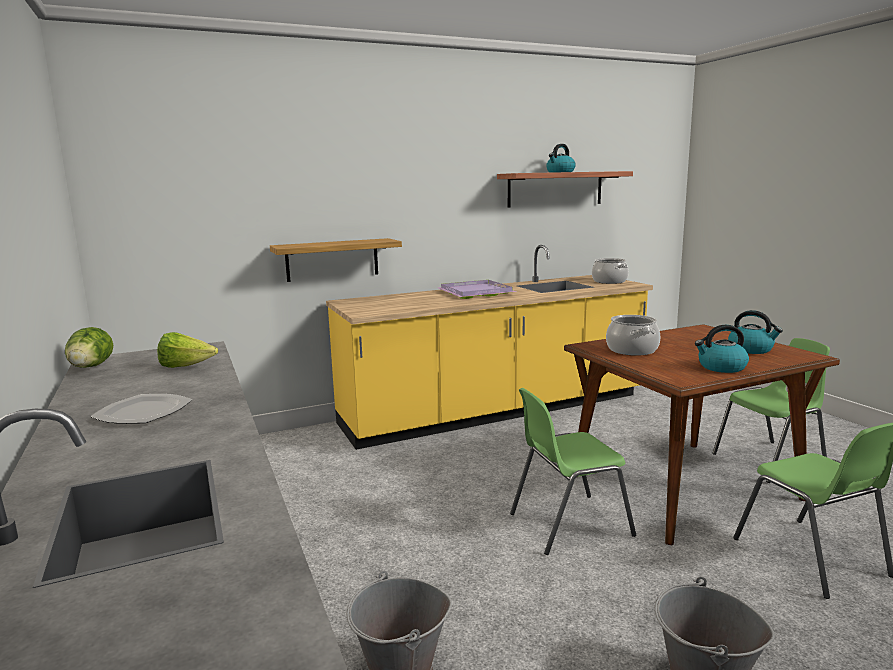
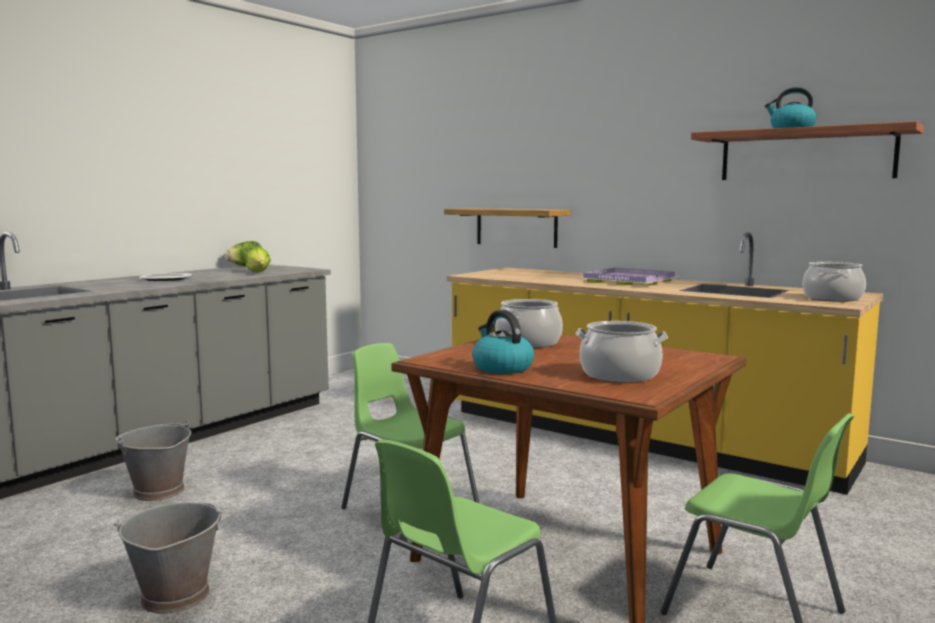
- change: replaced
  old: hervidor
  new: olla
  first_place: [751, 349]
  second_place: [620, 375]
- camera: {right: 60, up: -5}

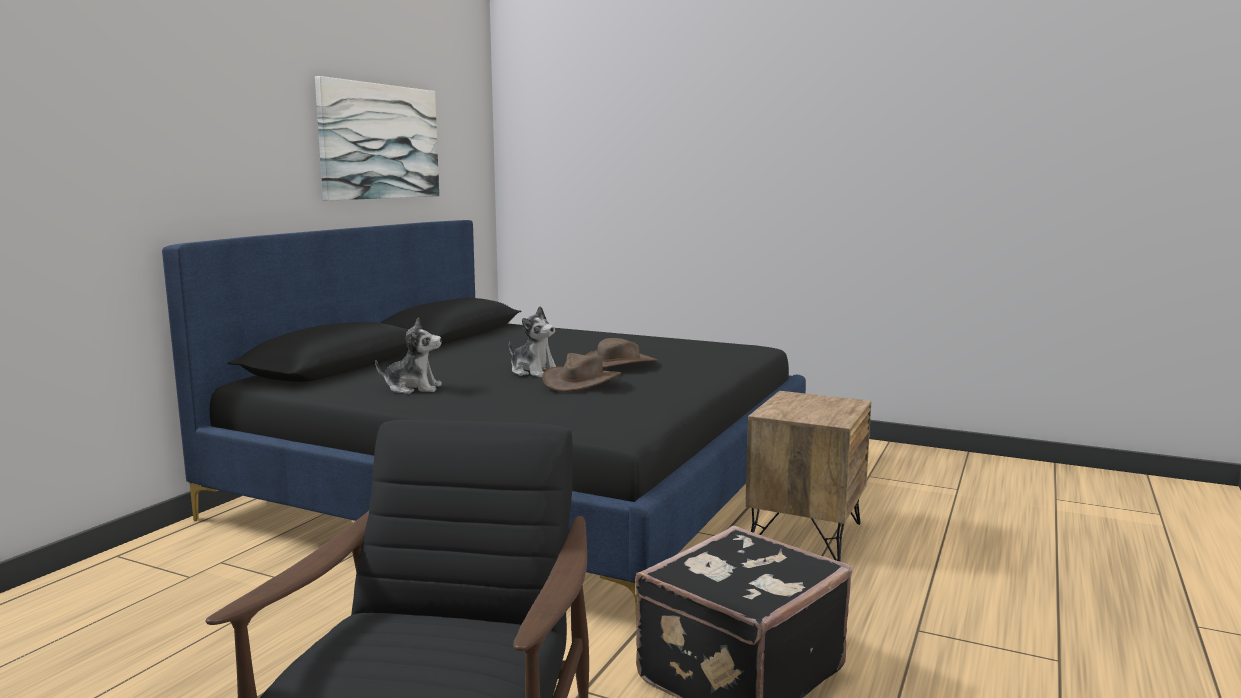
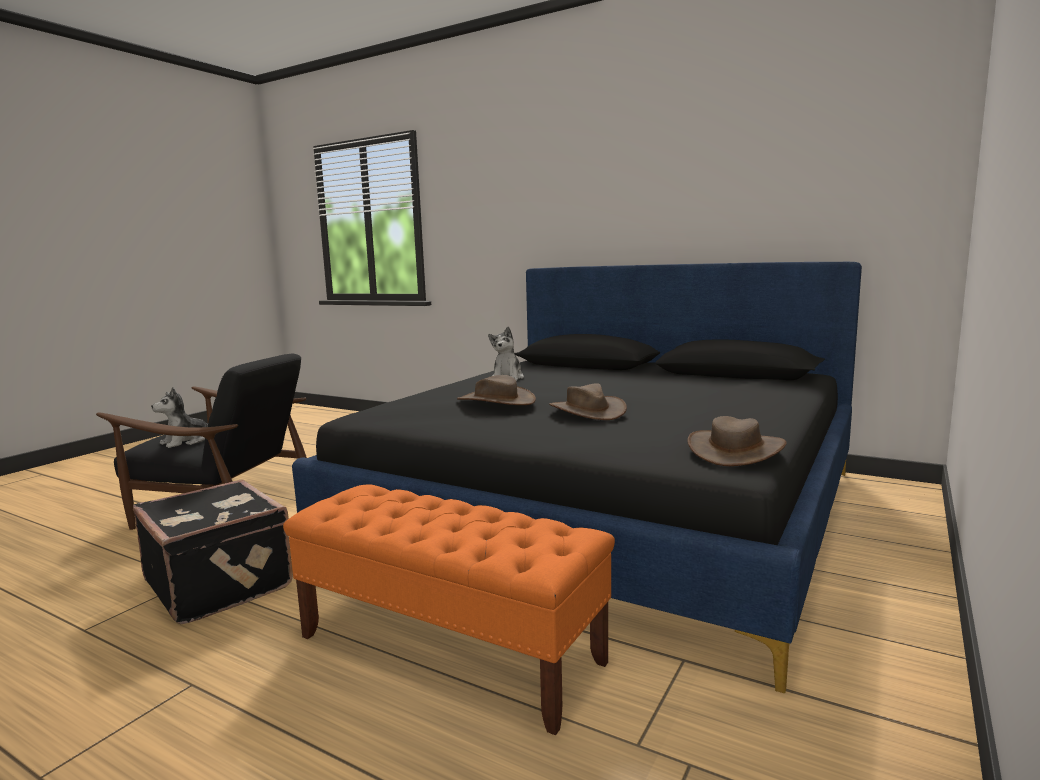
- change: moved
  old: peluche
  first_place: [534, 372]
  second_place: [185, 441]
- change: replaced
  old: mesita de noche [marrón]
  new: banco [naranja]
  first_place: [804, 534]
  second_place: [449, 649]
- change: added
  new: sombrero [marrón]
  second_place: [736, 450]
- change: removed
  old: cuadro
  first_place: [380, 141]
- camera: {right: 95, up: 0}

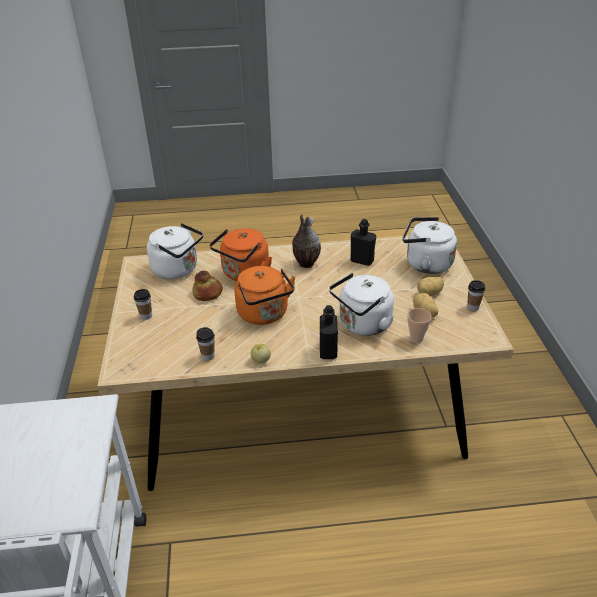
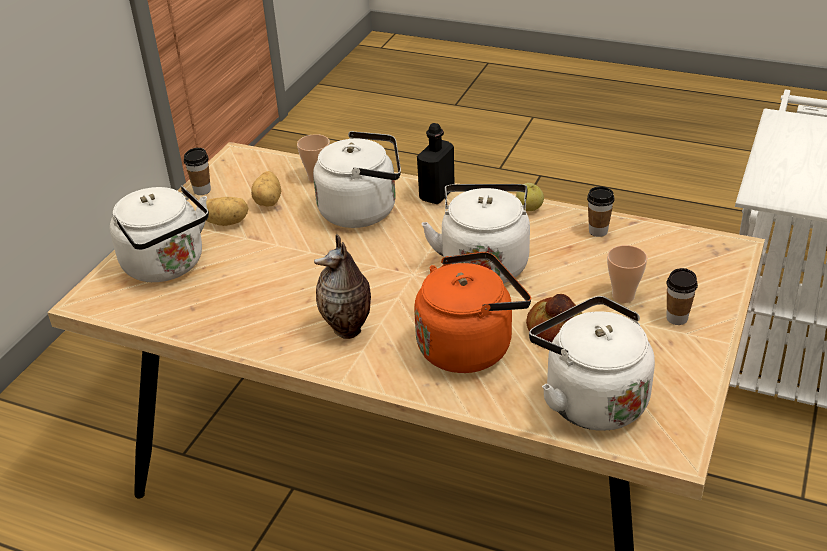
- change: recoloured
  old: hervidor [naranja]
  new: hervidor [blanco]
  first_place: [264, 315]
  second_place: [484, 263]
- change: added
  new: taza
  second_place: [623, 296]
- change: removed
  old: botella [negro]
  first_place: [362, 261]
- camera: {right: -150, up: 0}

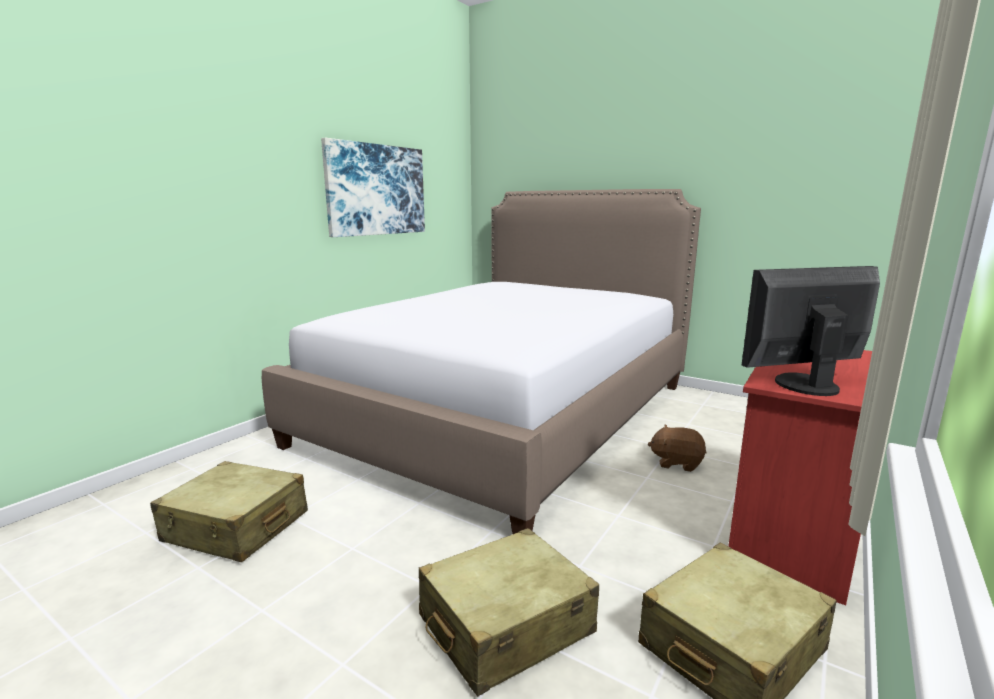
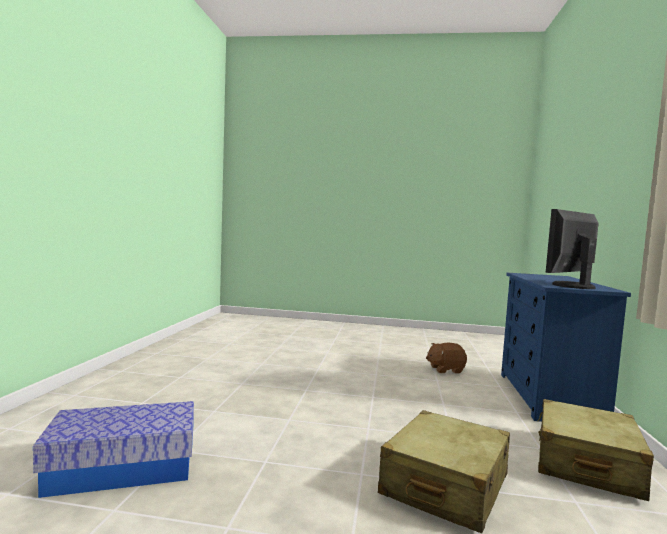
- change: replaced
  old: maleta [beis]
  new: caja de almacenaje
  first_place: [236, 527]
  second_place: [123, 468]
- change: recoloured
  old: cómoda [rojo]
  new: cómoda [azul]
  first_place: [792, 533]
  second_place: [548, 398]
- change: removed
  old: cama
  first_place: [506, 413]
- change: removed
  old: cuadro
  first_place: [376, 190]
- camera: {right: -25, up: -10}

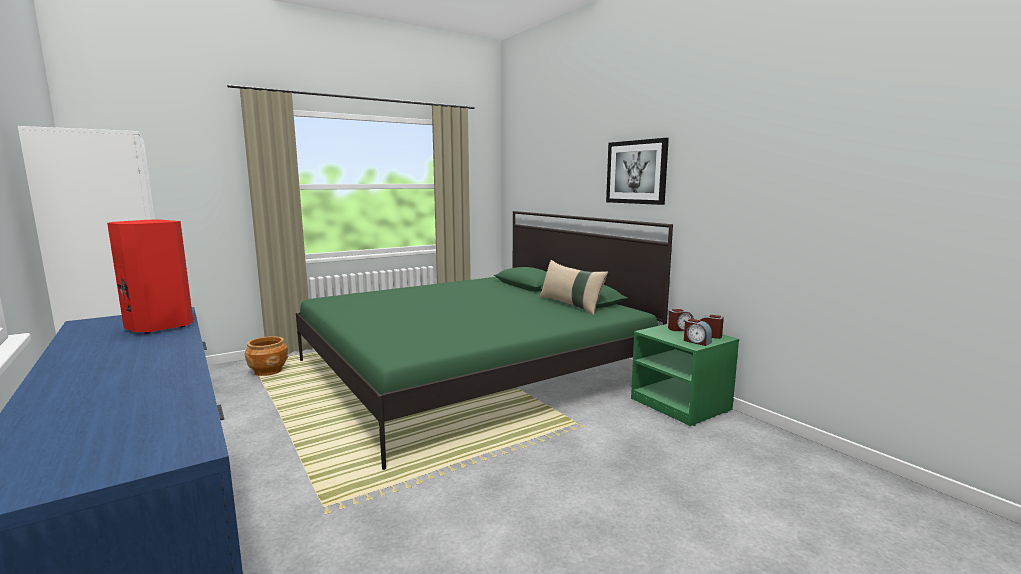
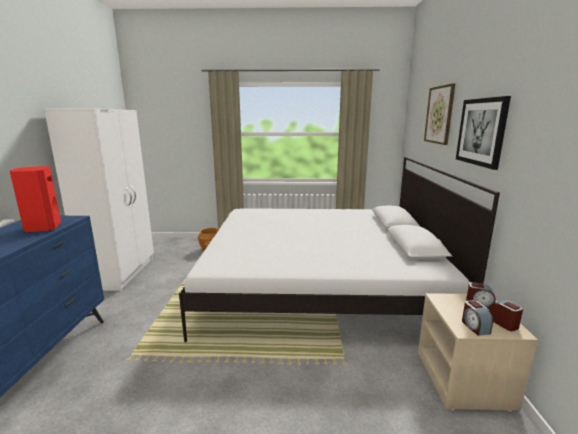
- change: recoloured
  old: cama [verde]
  new: cama [blanco]
  first_place: [471, 371]
  second_place: [319, 282]
- change: recoloured
  old: mesita de noche [verde]
  new: mesita de noche [beis]
  first_place: [681, 405]
  second_place: [464, 380]
- change: added
  new: cuadro
  second_place: [439, 115]
- change: removed
  old: cojín [beis]
  first_place: [571, 305]
- camera: {right: 35, up: 5}

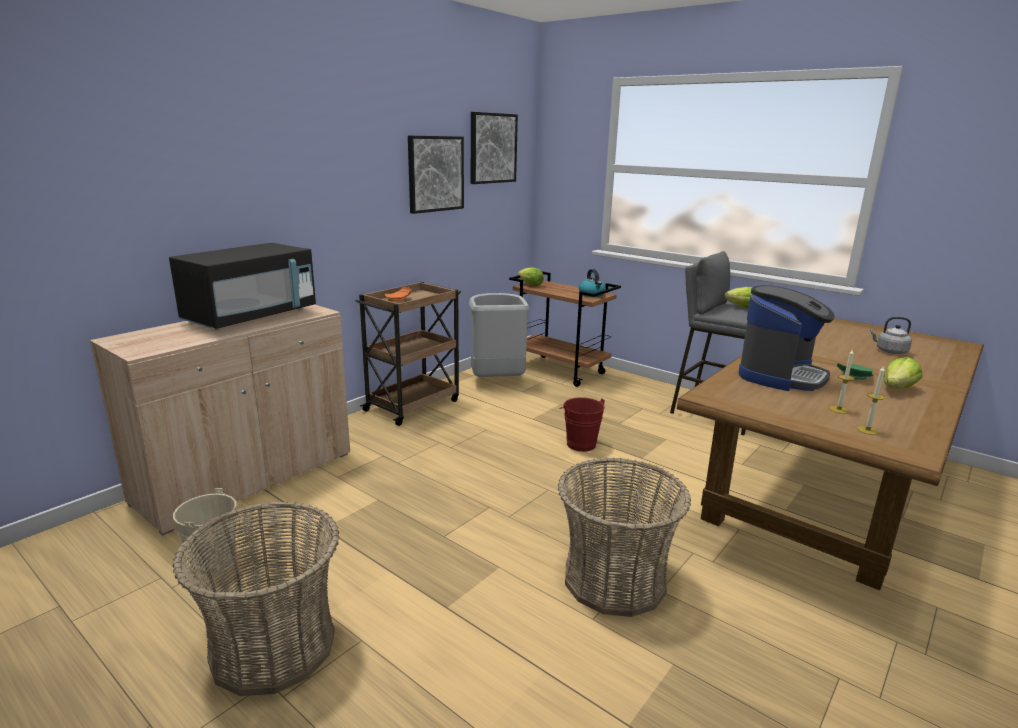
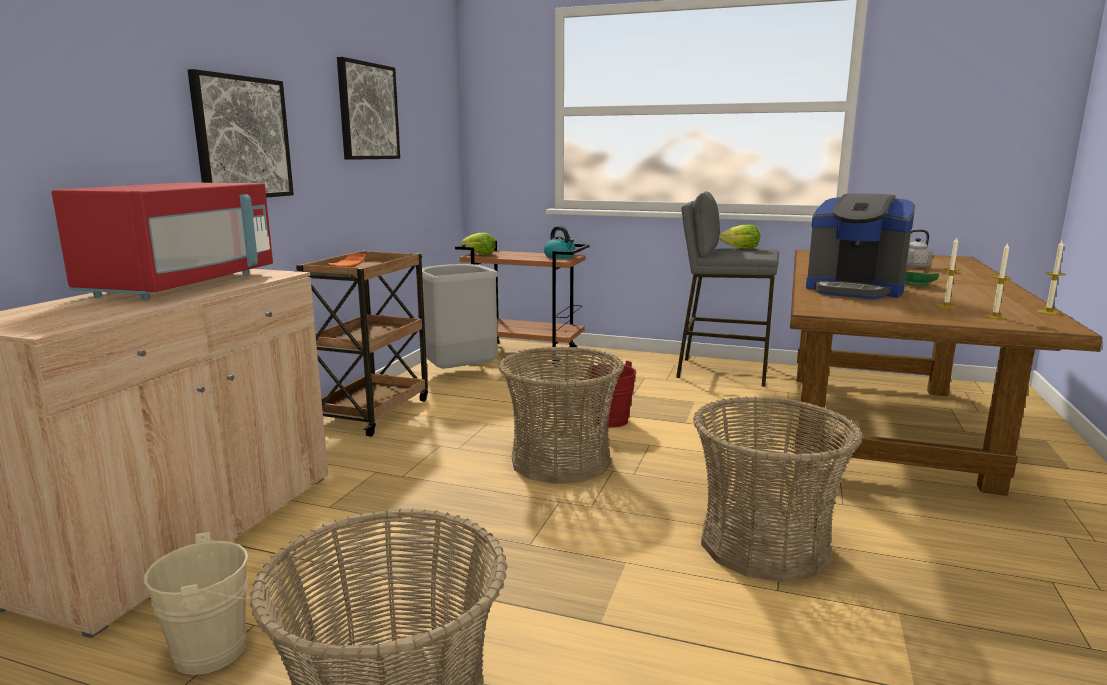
- change: recoloured
  old: microondas [negro]
  new: microondas [rojo]
  first_place: [251, 317]
  second_place: [183, 285]
- change: moved
  old: cuadro
  first_place: [492, 148]
  second_place: [242, 138]
- change: added
  new: cesta
  second_place: [560, 461]
- change: turned
  old: cafetera
  first_place: [780, 375]
  second_place: [854, 290]
  degrees: 105
- change: added
  new: vela
  second_place: [1048, 312]
- change: removed
  old: lechuga
  first_place: [897, 389]
- camera: {right: -20, up: -5}

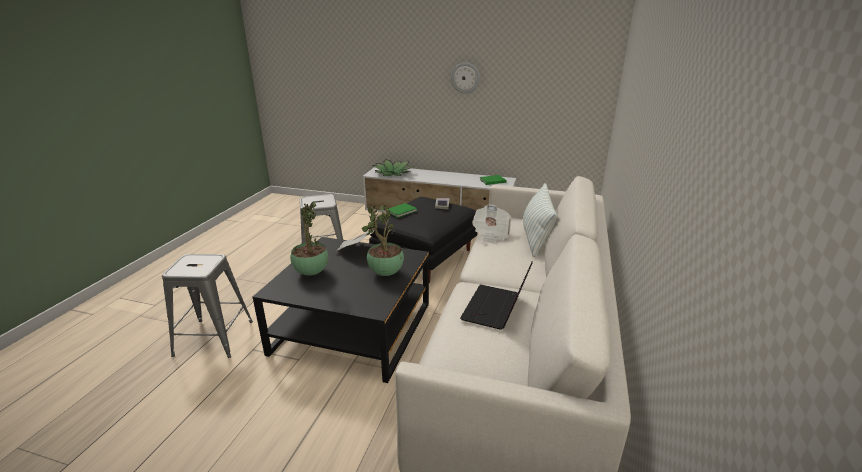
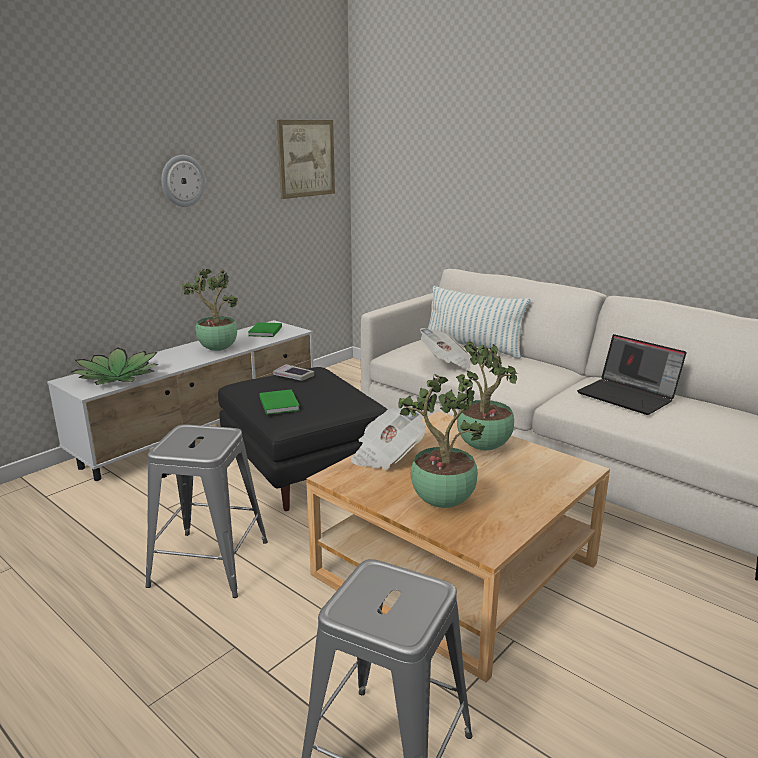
- change: added
  new: planta en maceta
  second_place: [217, 349]
- change: added
  new: cuadro
  second_place: [306, 158]
- change: recoloured
  old: mesa de centro [negro]
  new: mesa de centro [beis]
  first_place: [353, 328]
  second_place: [455, 569]
- camera: {right: -65, up: -5}

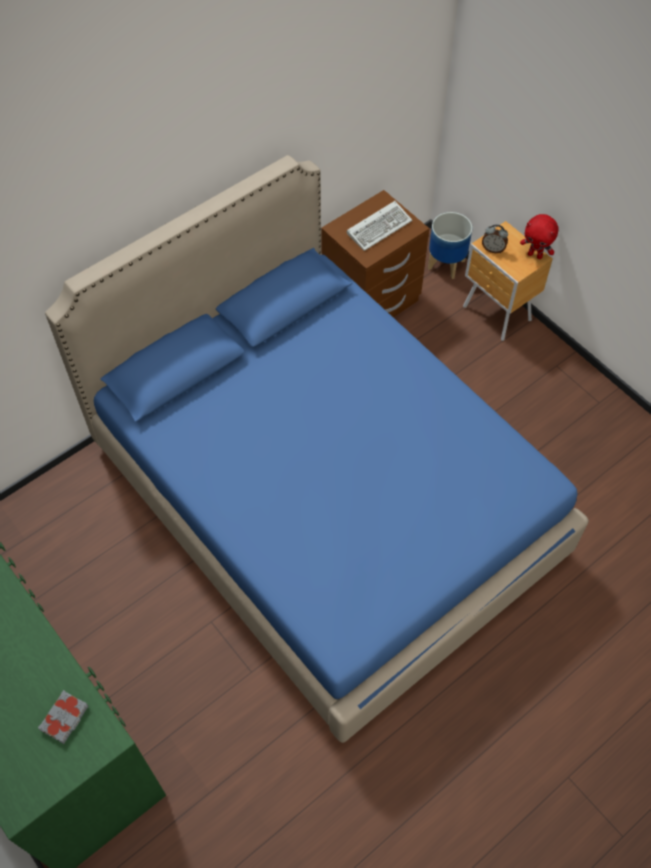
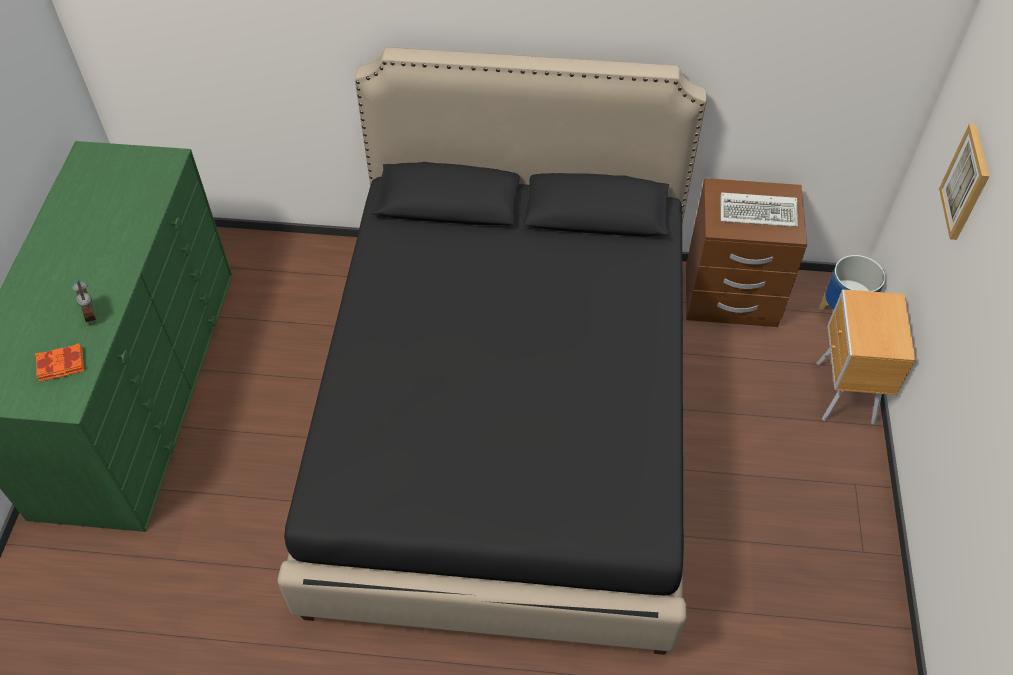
- change: recoloured
  old: libro [gris]
  new: libro [naranja]
  first_place: [65, 718]
  second_place: [61, 366]
- change: moved
  old: despertador
  first_place: [493, 249]
  second_place: [92, 315]
- change: recoloured
  old: cama [azul]
  new: cama [negro]
  first_place: [324, 500]
  second_place: [506, 423]
- change: added
  new: cuadro
  second_place: [966, 182]
- change: removed
  old: peluche [rojo]
  first_place: [535, 255]
- camera: {right: 45, up: -5}

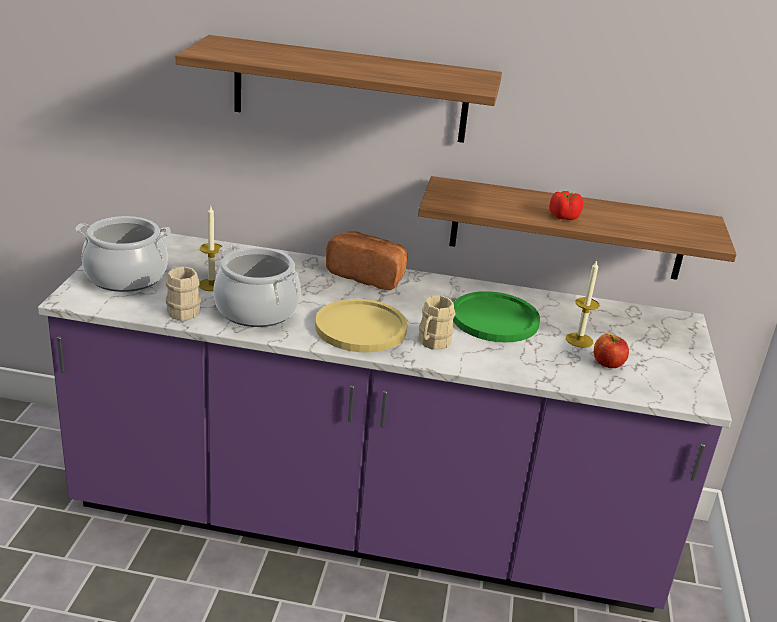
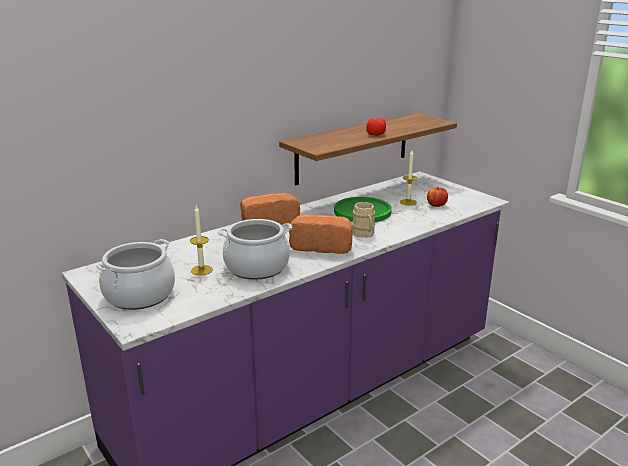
- change: replaced
  old: plato [amarillo]
  new: pan
  first_place: [361, 328]
  second_place: [322, 246]
- change: removed
  old: taza grande [beis]
  first_place: [186, 310]
- change: removed
  old: estante
  first_place: [350, 90]
- camera: {right: -45, up: -5}

